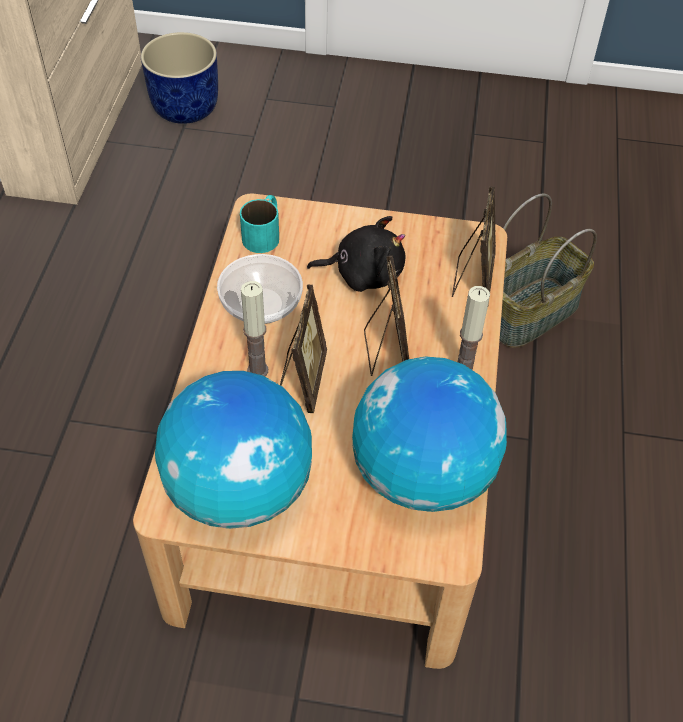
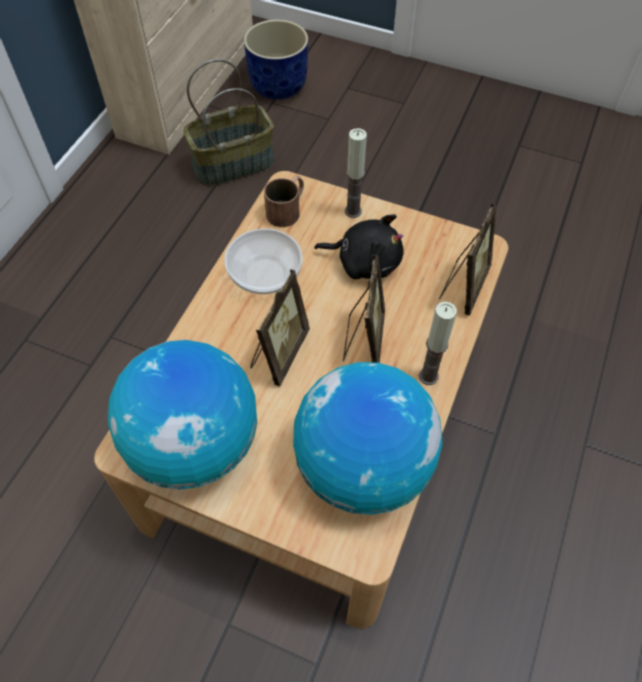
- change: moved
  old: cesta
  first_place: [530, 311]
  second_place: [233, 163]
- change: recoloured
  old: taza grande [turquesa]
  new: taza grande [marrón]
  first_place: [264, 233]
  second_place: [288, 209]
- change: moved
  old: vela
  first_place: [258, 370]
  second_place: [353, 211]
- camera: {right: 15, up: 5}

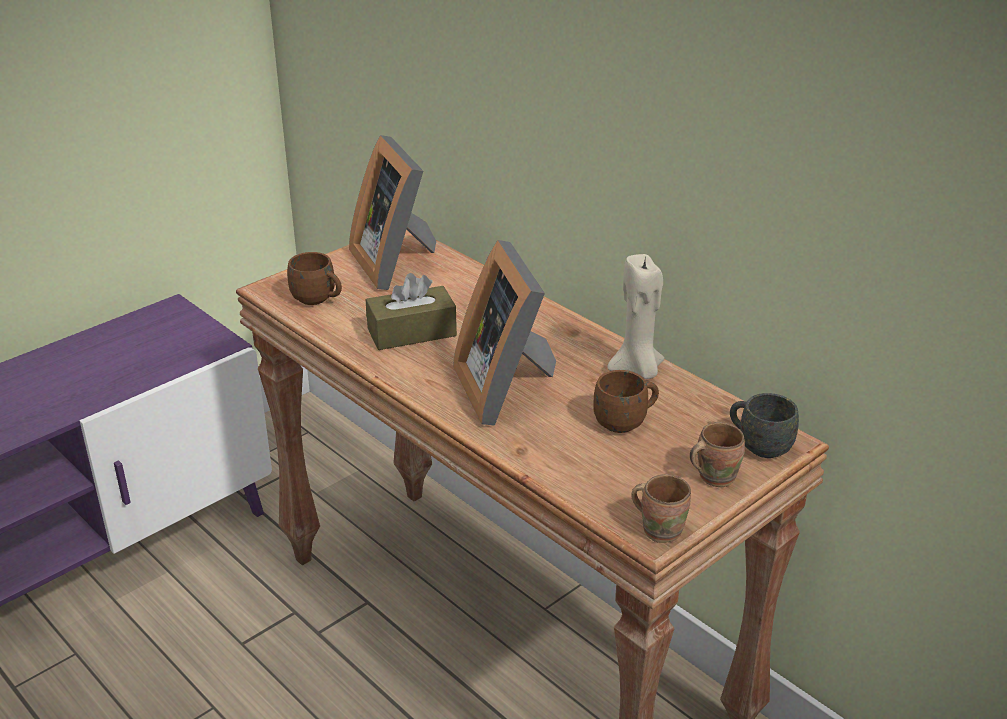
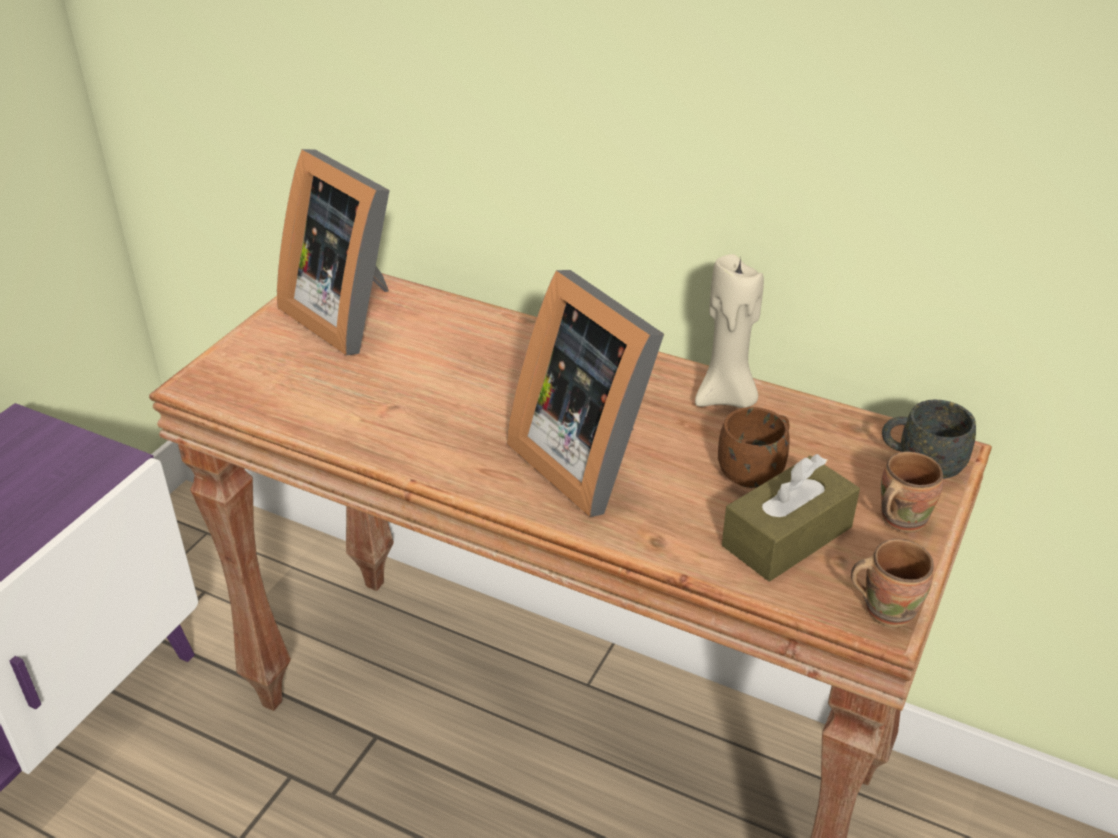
- change: moved
  old: caja de pañuelos [marrón]
  first_place: [412, 332]
  second_place: [787, 536]
- change: removed
  old: taza grande [marrón]
  first_place: [318, 299]
- camera: {right: -20, up: 5}

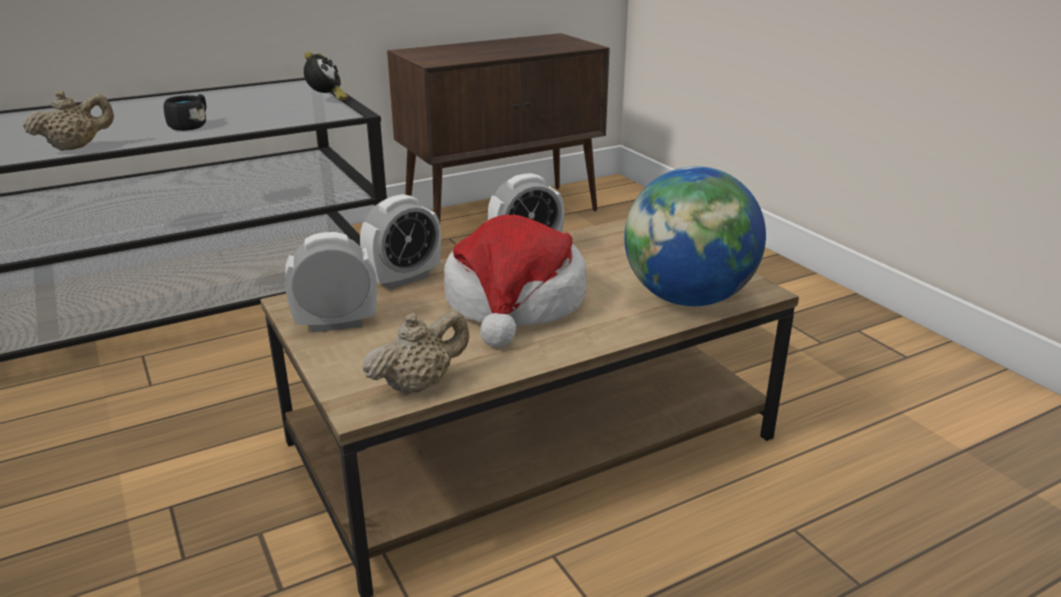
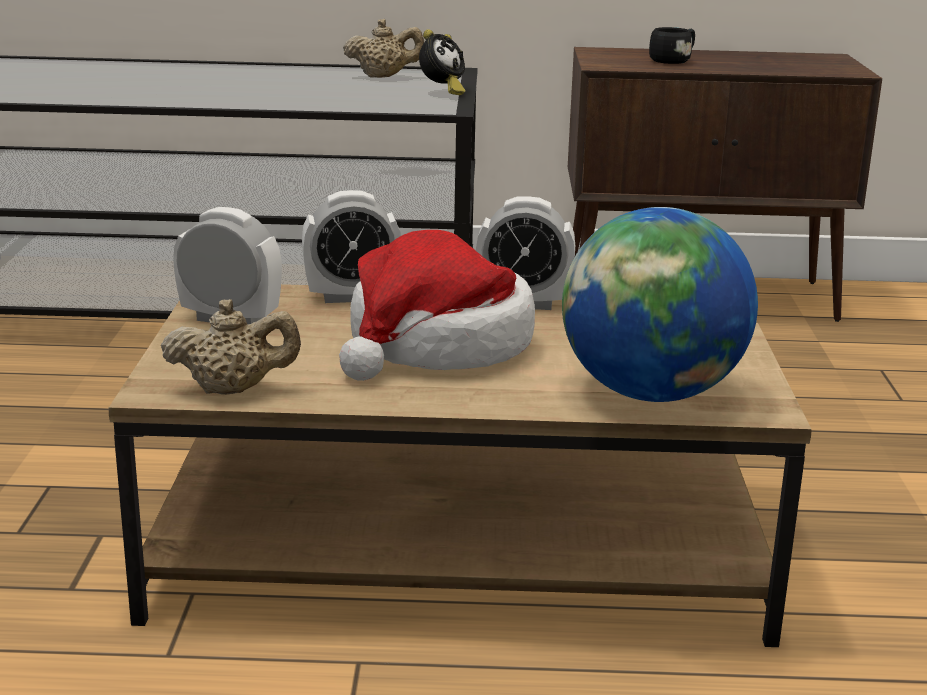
- change: moved
  old: tetera [beis]
  first_place: [76, 147]
  second_place: [384, 77]
- change: moved
  old: taza grande [negro]
  first_place: [191, 125]
  second_place: [673, 60]
- camera: {right: 30, up: -5}

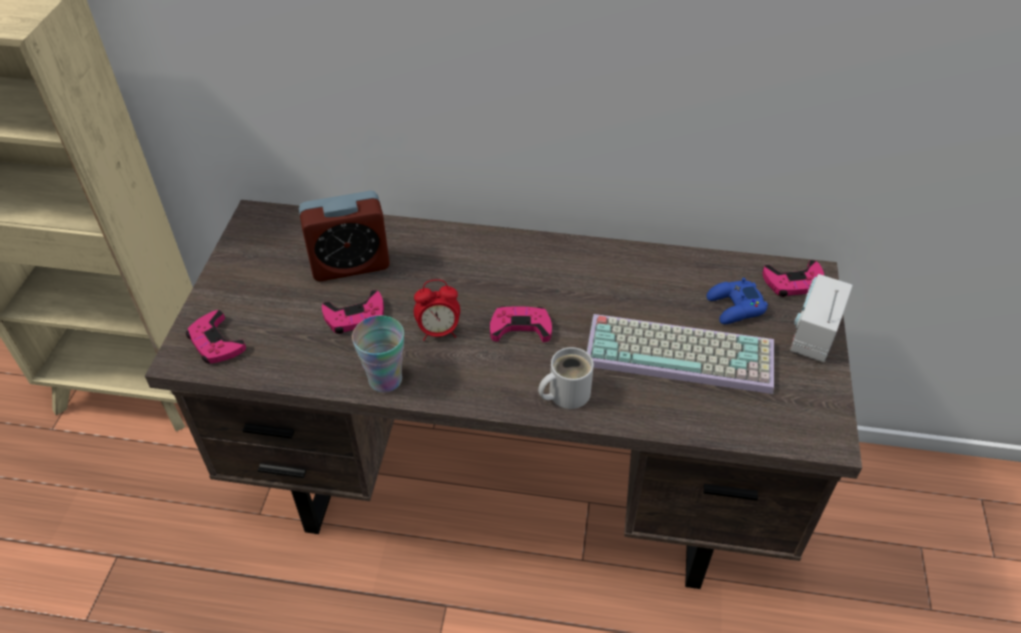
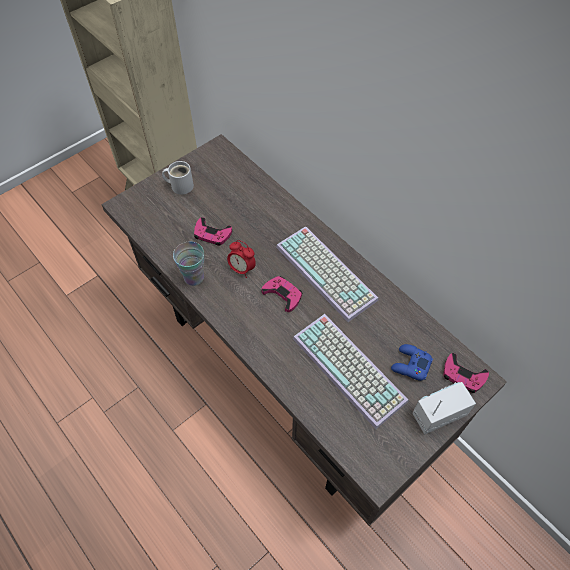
- change: moved
  old: taza grande [blanco]
  first_place: [565, 393]
  second_place: [180, 185]
- change: added
  new: teclado
  second_place: [328, 273]
- change: removed
  old: mando de consola [rosa]
  first_place: [216, 342]
- change: removed
  old: despertador
  first_place: [350, 264]
- camera: {right: 40, up: 10}

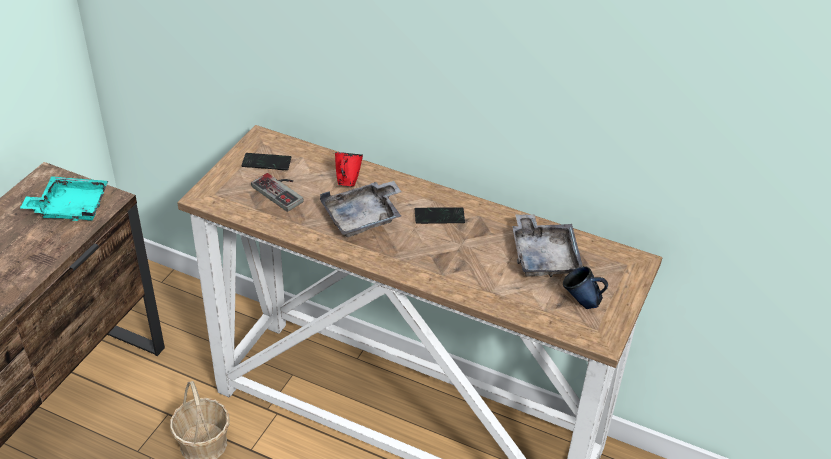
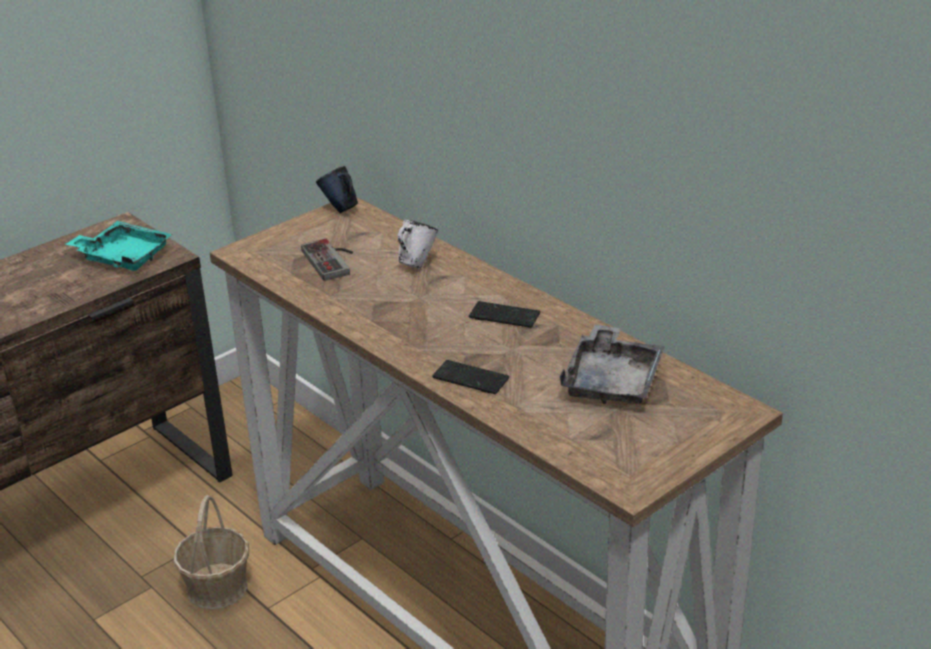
- change: moved
  old: taza grande [azul]
  first_place: [581, 303]
  second_place: [340, 209]
- change: recoloured
  old: taza grande [rojo]
  new: taza grande [blanco]
  first_place: [347, 182]
  second_place: [416, 264]
- change: moved
  old: móvil
  first_place: [266, 163]
  second_place: [470, 379]
- change: removed
  old: bandeja [gris]
  first_place: [363, 218]
- camera: {right: 25, up: -10}

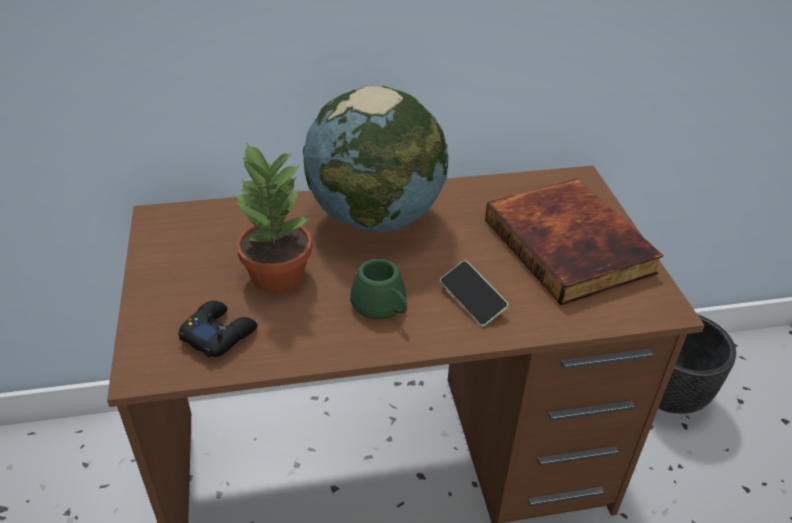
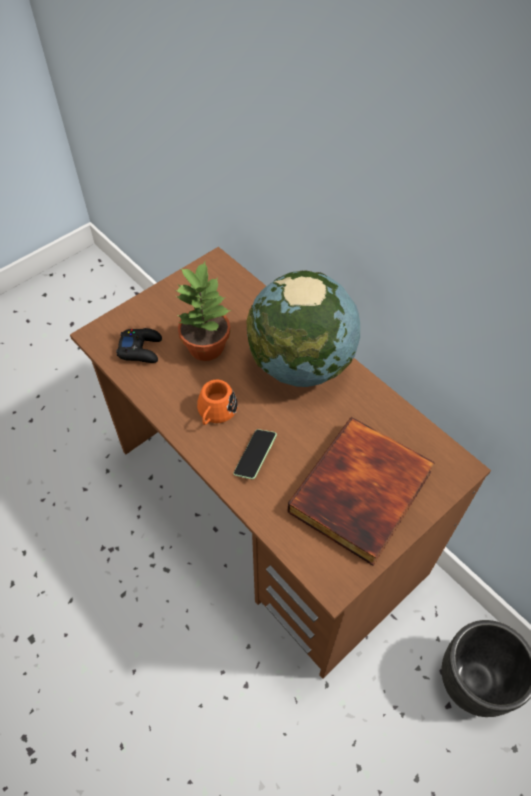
- change: recoloured
  old: taza grande [verde]
  new: taza grande [naranja]
  first_place: [383, 307]
  second_place: [215, 412]
- camera: {right: 60, up: 15}

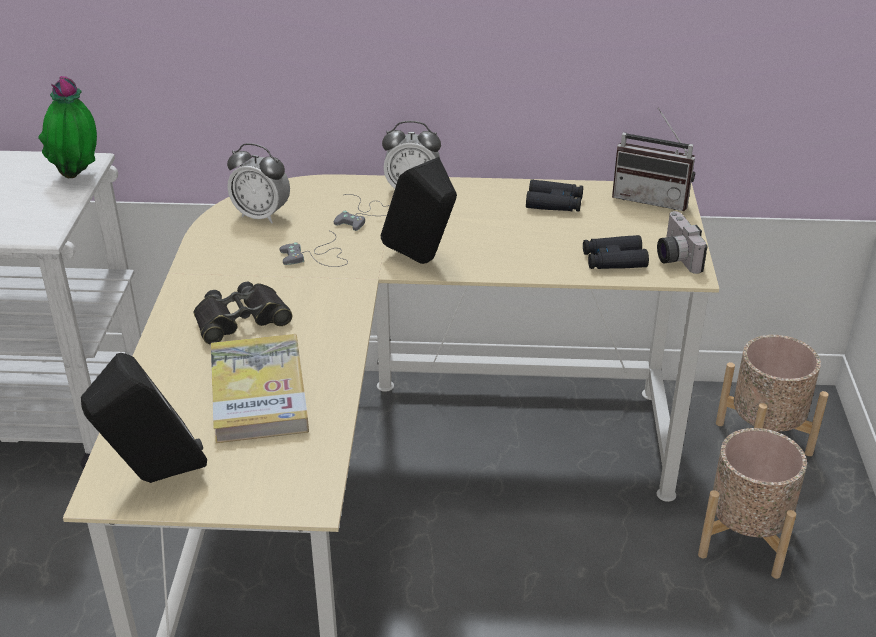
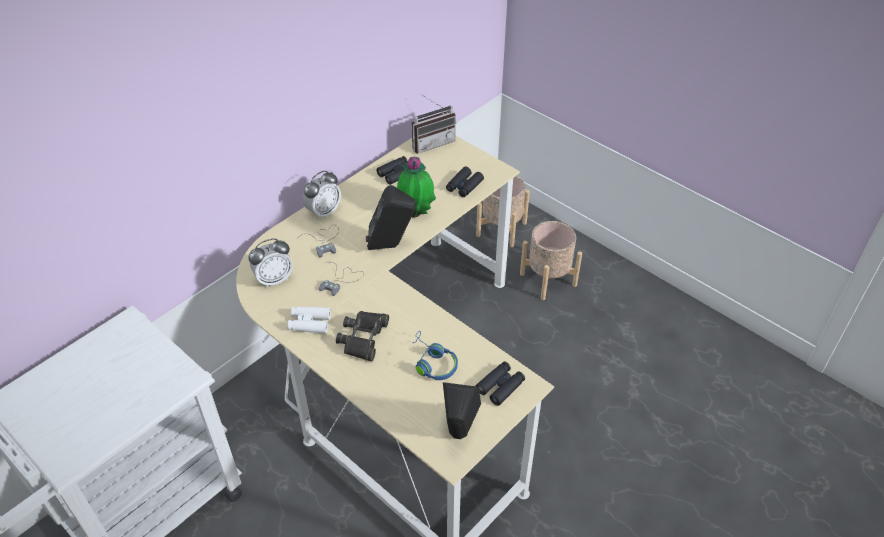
- change: added
  new: prismáticos [blanco]
  second_place: [309, 323]
- change: moved
  old: planta en maceta
  first_place: [78, 176]
  second_place: [416, 213]
- change: replaced
  old: libro
  new: auriculares [azul]
  first_place: [259, 393]
  second_place: [432, 363]
- change: added
  new: prismáticos [negro]
  second_place: [500, 386]
- change: removed
  old: cámara
  first_place: [674, 257]
- camera: {right: -50, up: 10}

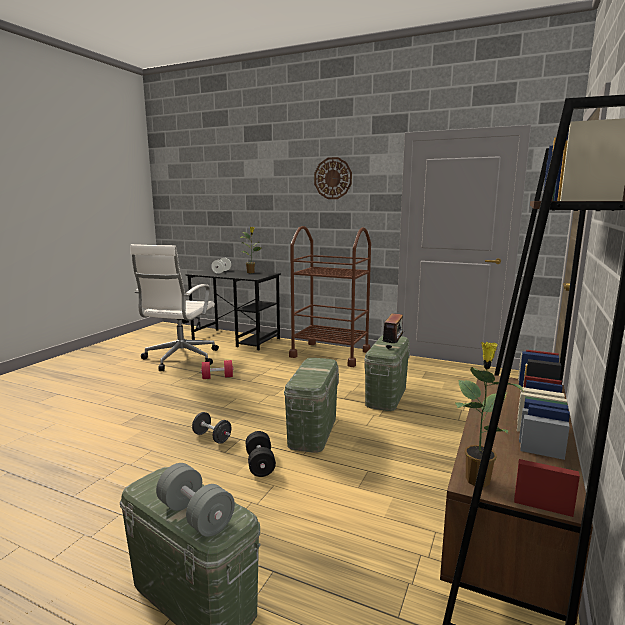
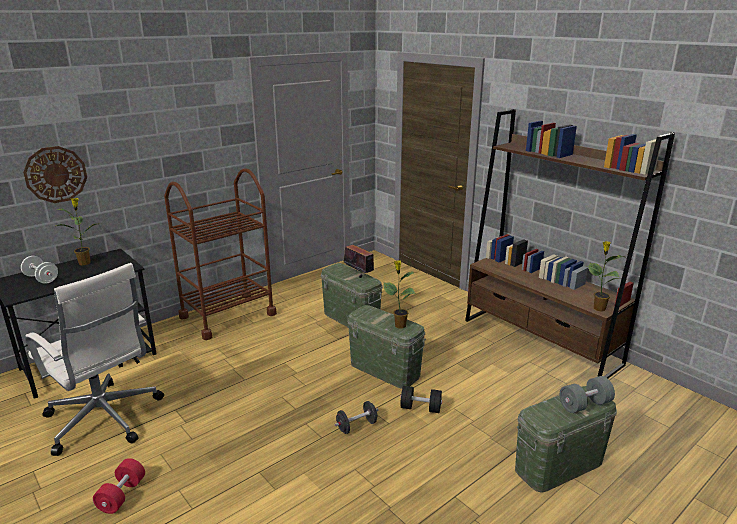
- change: moved
  old: reloj de pared
  first_place: [333, 178]
  second_place: [56, 174]
- change: moved
  old: mancuerna [rojo]
  first_place: [217, 377]
  second_place: [122, 495]
- change: added
  new: planta en maceta
  second_place: [399, 325]
- camera: {right: -65, up: 10}

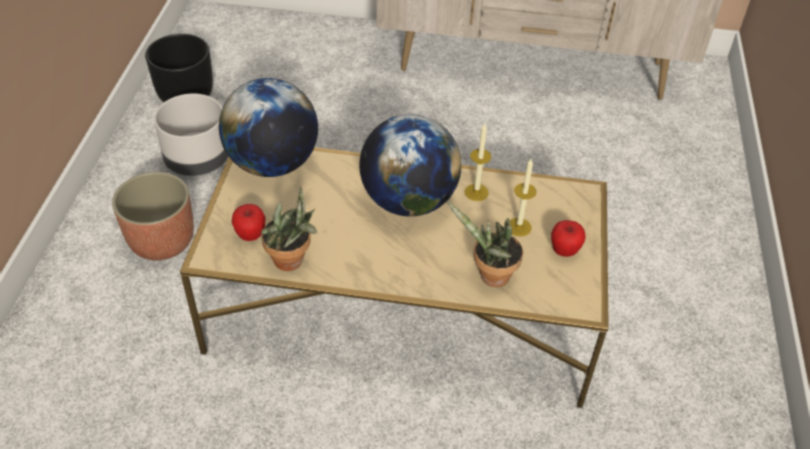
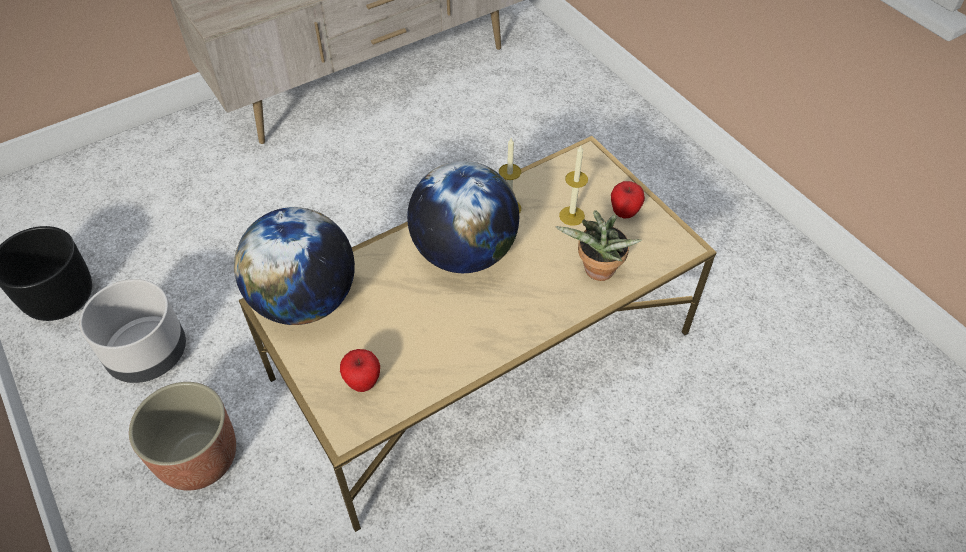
- change: removed
  old: planta en maceta
  first_place: [293, 261]
- camera: {right: -40, up: 5}

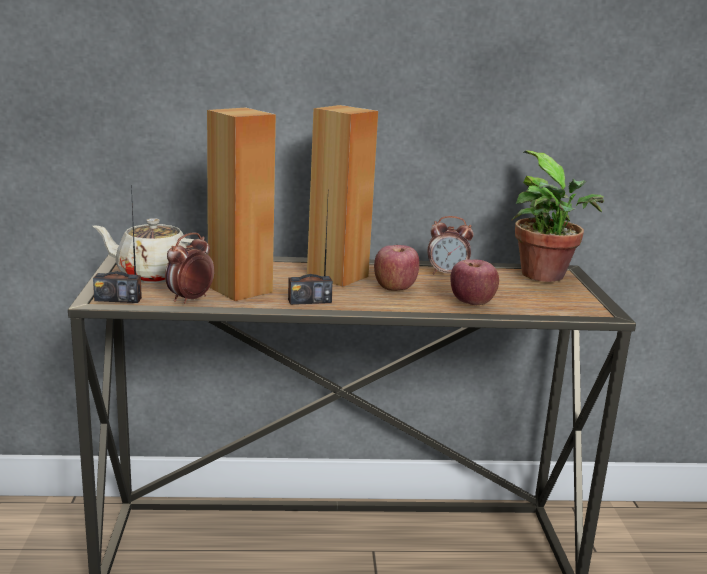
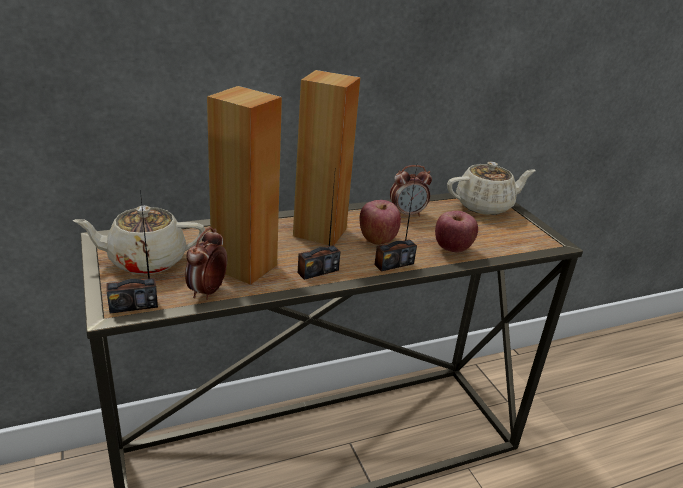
- change: added
  new: radio
  second_place: [394, 264]
- change: replaced
  old: planta en maceta
  new: tetera [beis]
  first_place: [547, 277]
  second_place: [485, 206]
- camera: {right: -20, up: 10}

